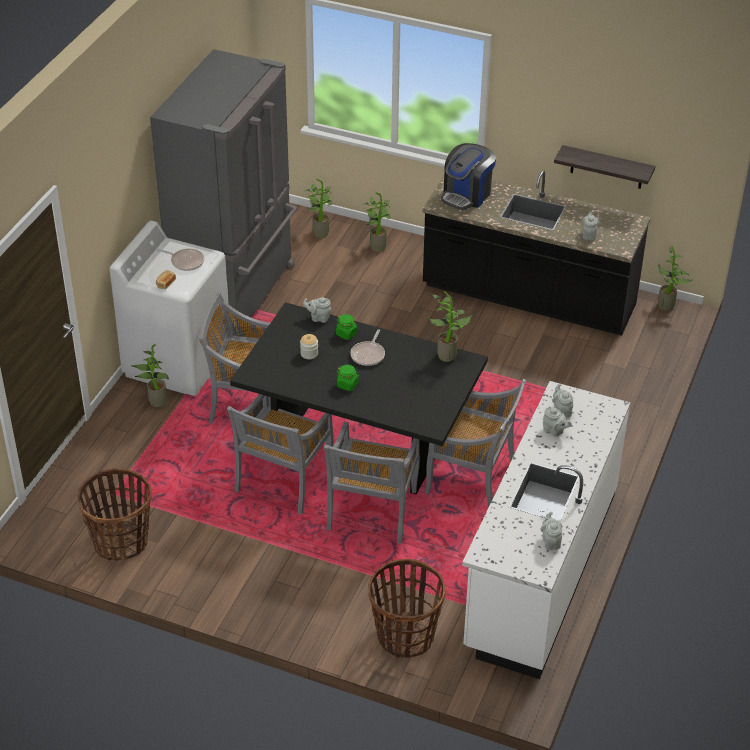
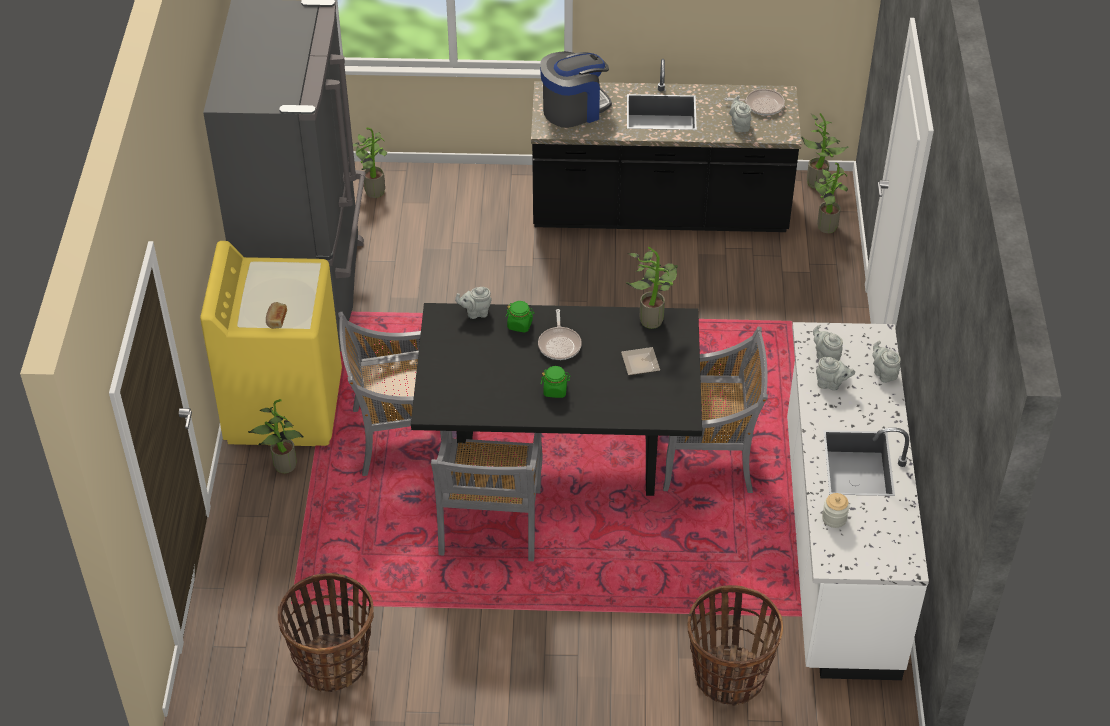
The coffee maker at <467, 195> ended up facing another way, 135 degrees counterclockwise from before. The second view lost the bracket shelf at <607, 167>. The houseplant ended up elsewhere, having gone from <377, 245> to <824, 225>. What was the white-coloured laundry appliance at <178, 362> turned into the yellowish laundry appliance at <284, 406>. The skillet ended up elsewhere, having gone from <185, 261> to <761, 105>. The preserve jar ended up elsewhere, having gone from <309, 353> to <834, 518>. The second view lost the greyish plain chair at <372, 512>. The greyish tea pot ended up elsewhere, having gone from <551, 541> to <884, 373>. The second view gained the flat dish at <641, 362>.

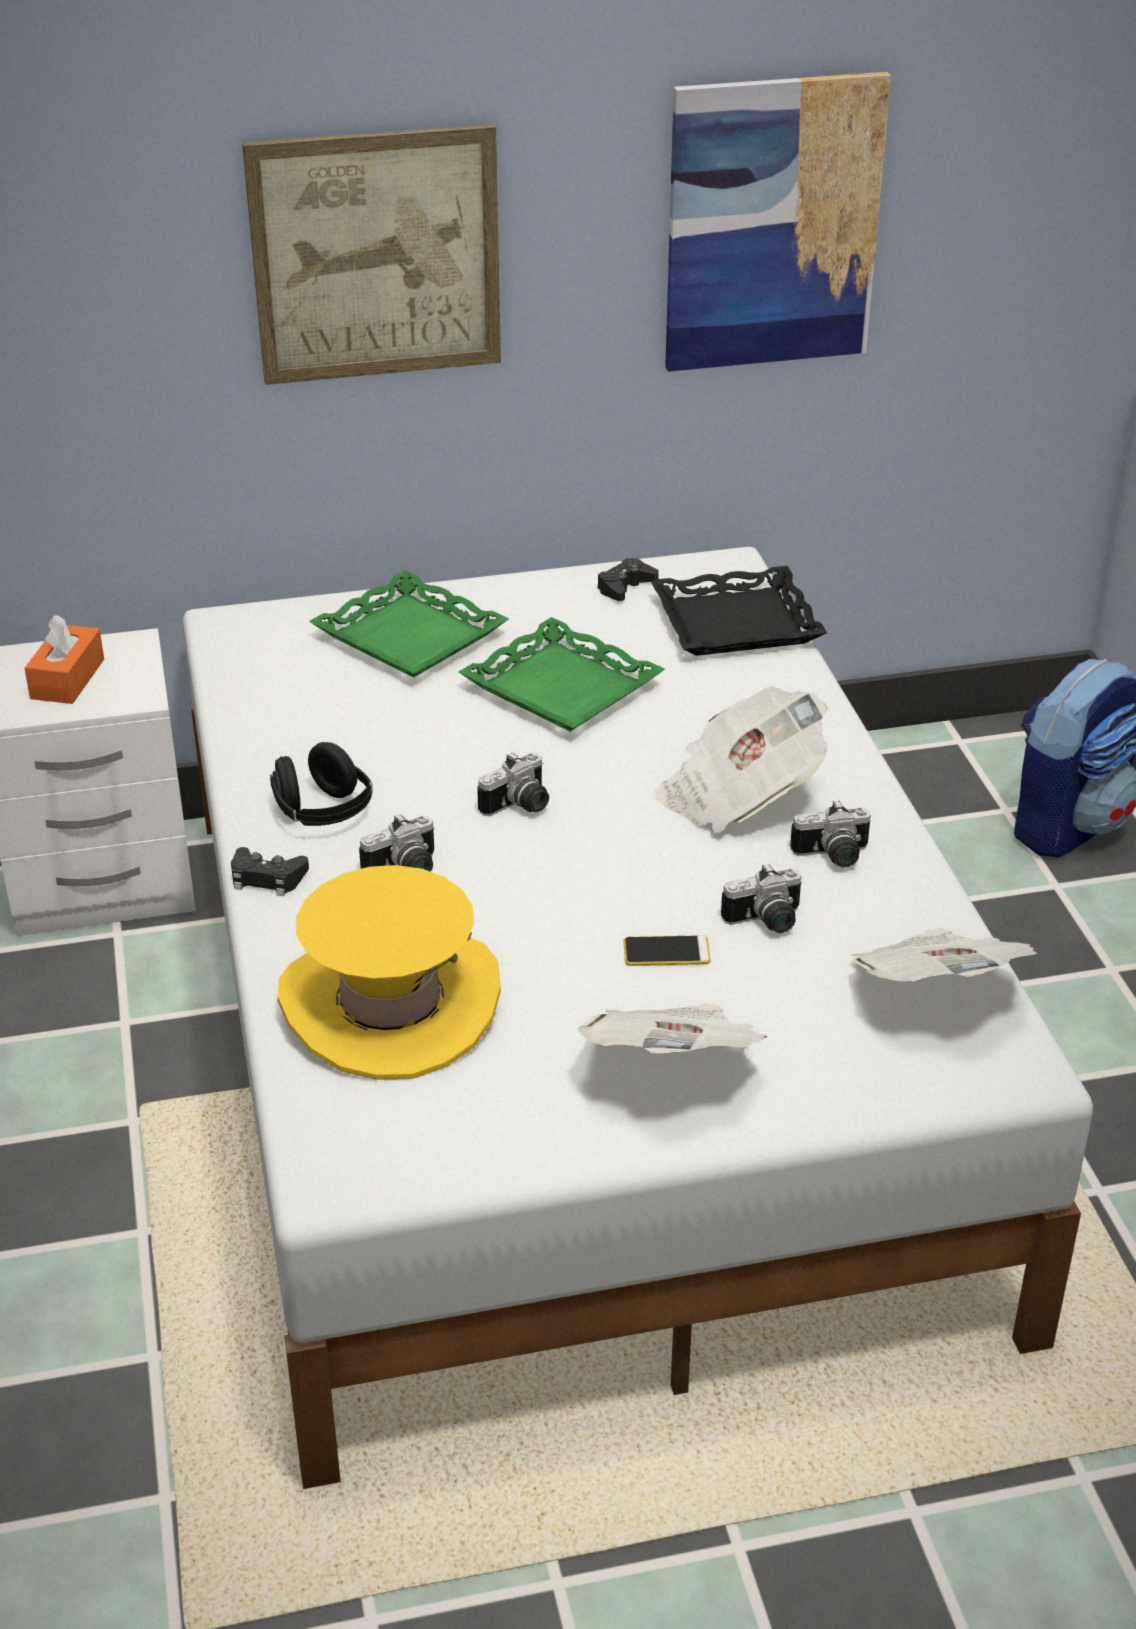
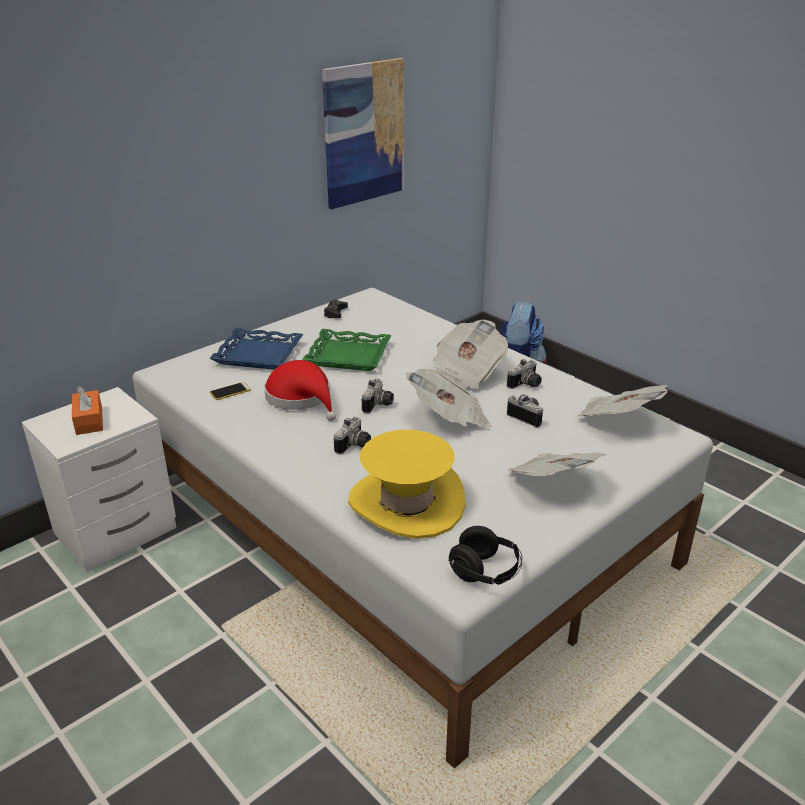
The second view lost the wall picture at <376, 255>. The second view lost the black carrying tray at <736, 622>. What was the green-coloured carrying tray at <411, 636> turned into the blue carrying tray at <259, 354>. The black pair of headphones ended up elsewhere, having gone from <323, 813> to <485, 572>. The second view lost the black joypad at <267, 878>. The photo camera at <766, 922> ended up facing another way, 90 degrees counterclockwise from before. The phone ended up elsewhere, having gone from <666, 952> to <230, 391>. The second view gained the red-coloured wearable hat at <301, 397>. The second view gained the printed paper at <449, 418>.

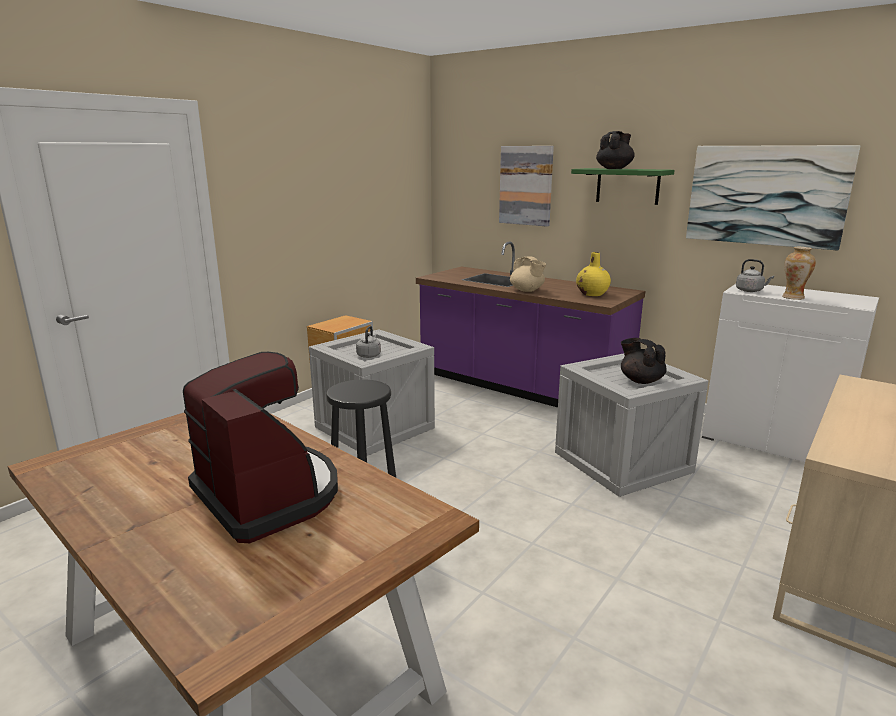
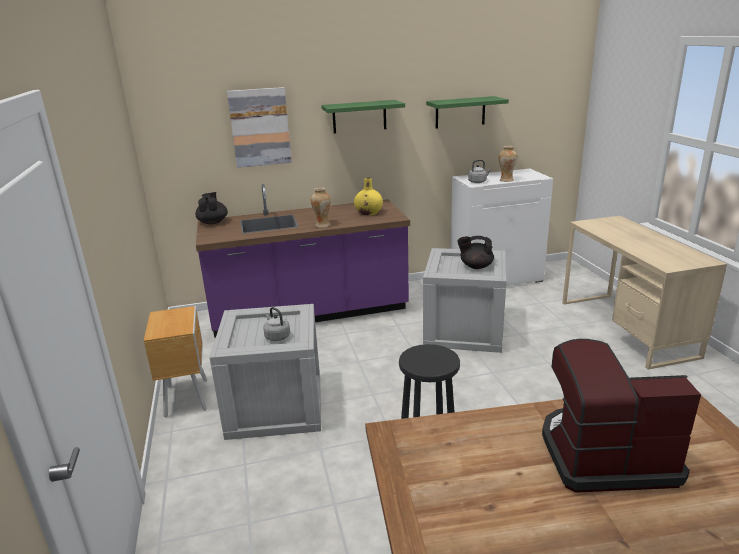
The black tea pot ended up elsewhere, having gone from <614, 168> to <213, 222>. Where the wall picture hung at <766, 195>, the green-coloured bracket shelf came to hang at <460, 112>. Where the beige-coloured tea pot stood at <527, 290>, the flower vase came to stand at <322, 225>.

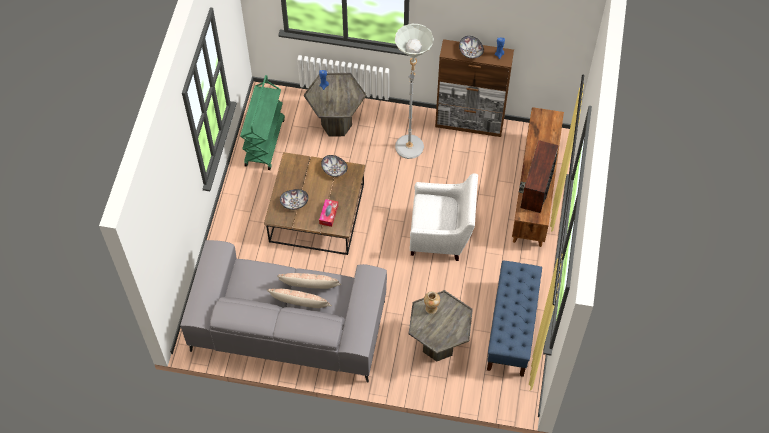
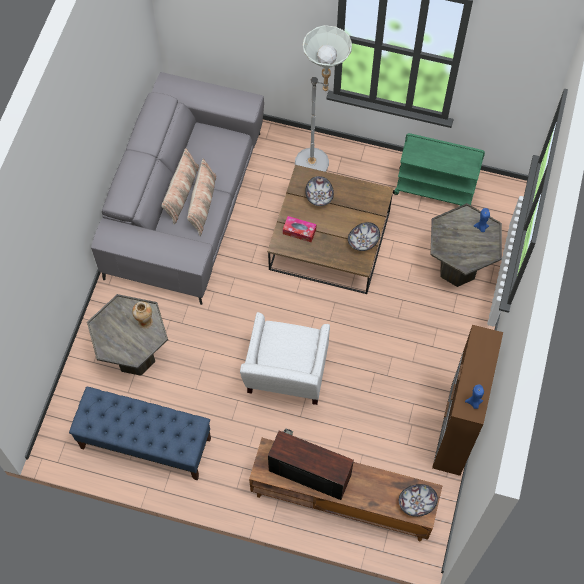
The greyish floor lamp ended up elsewhere, having gone from <410, 142> to <319, 165>. The serving bowl ended up elsewhere, having gone from <470, 52> to <416, 502>.

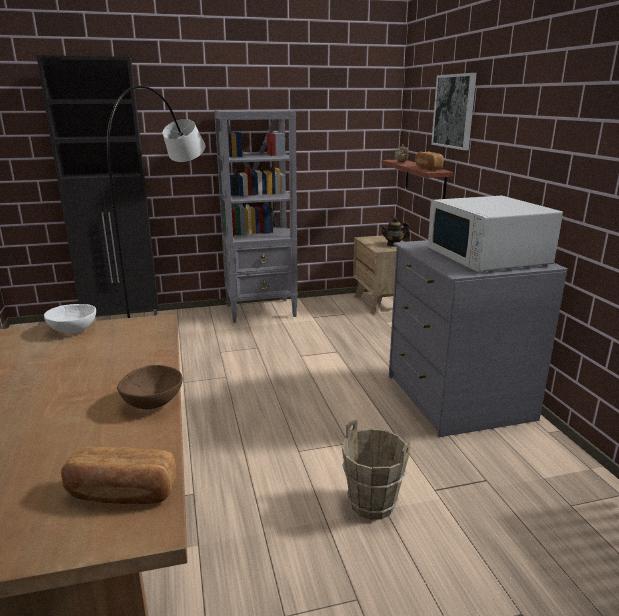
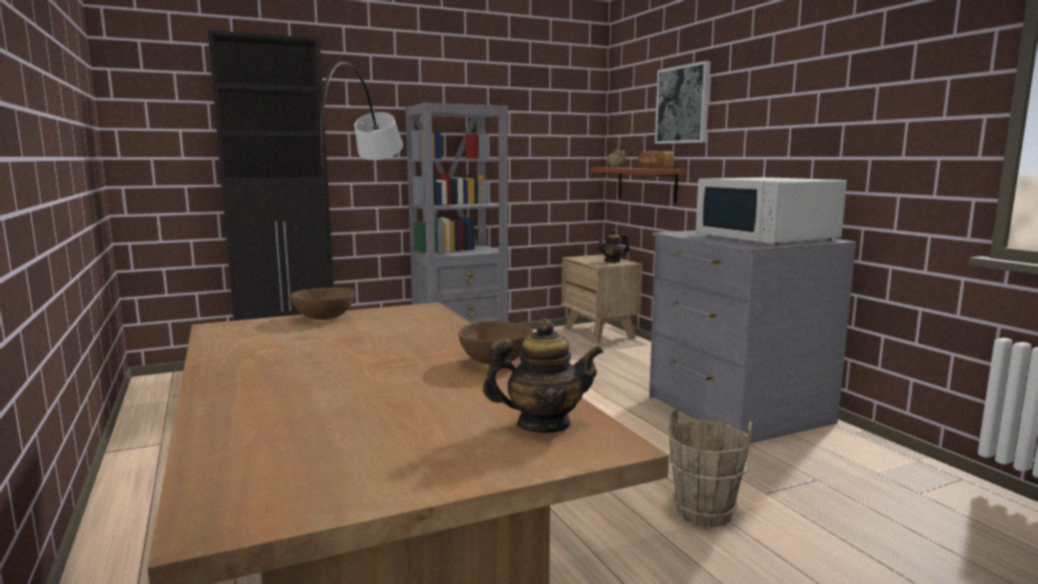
What was the white-coloured serving bowl at <72, 330> turned into the brown-coloured serving bowl at <323, 318>. Where the bread stood at <121, 494>, the tea pot came to stand at <543, 424>.

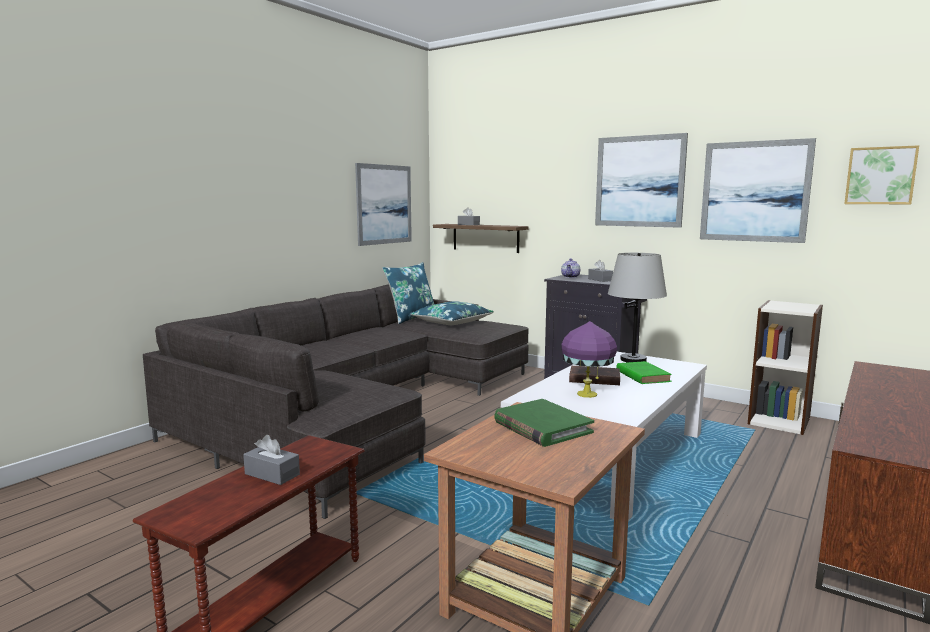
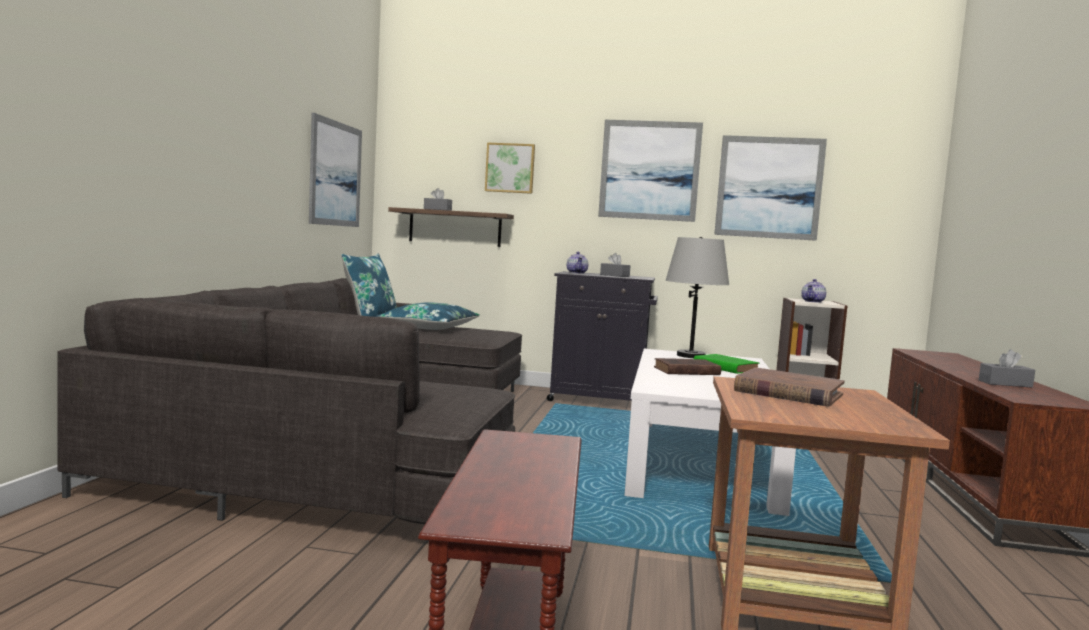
The wall picture ended up elsewhere, having gone from <880, 176> to <510, 168>. The second view lost the purple-coloured table lamp at <587, 394>. What was the green-coloured bound book at <542, 427> turned into the brown-coloured bound book at <788, 393>. The greyish tissue box ended up elsewhere, having gone from <272, 474> to <1005, 384>. The second view gained the tea pot at <813, 301>.

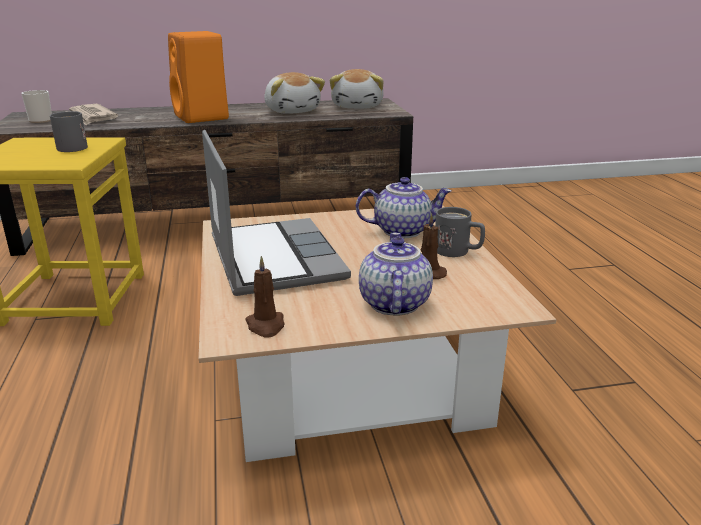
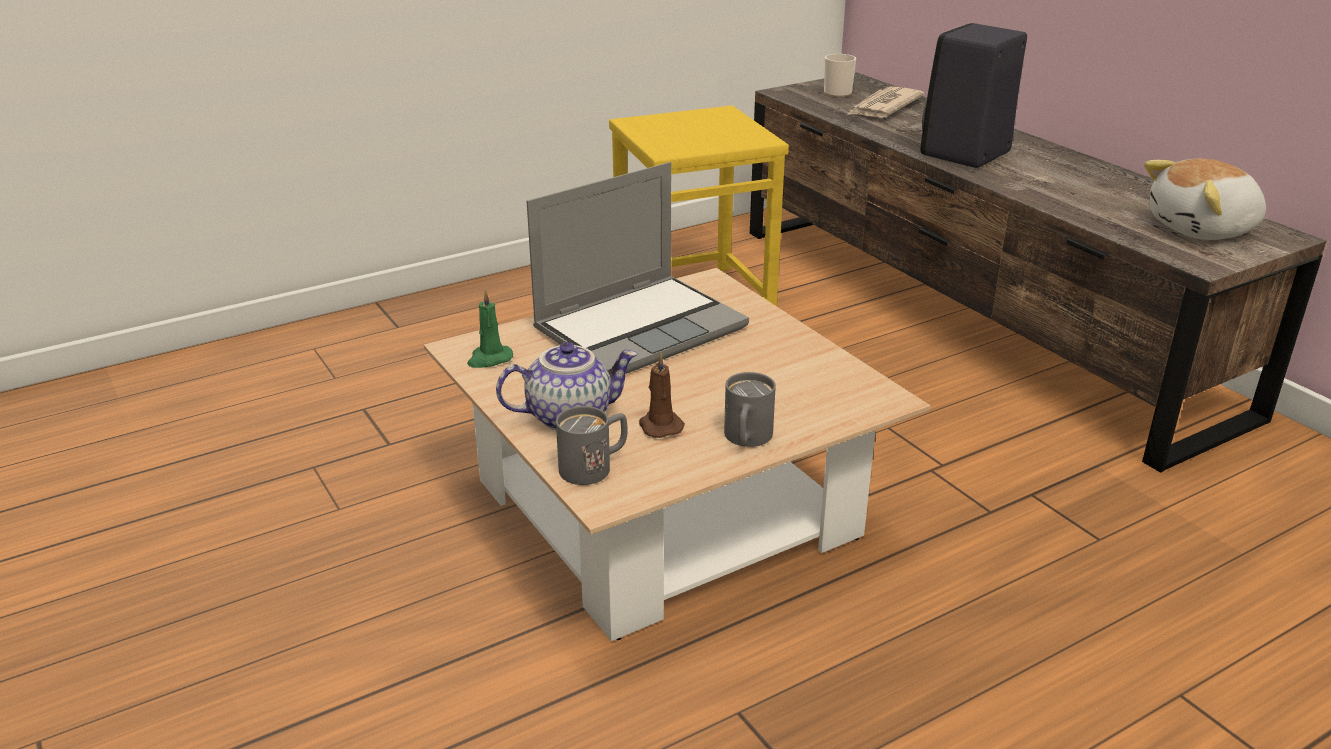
What was the orange-coloured speaker at <202, 117> turned into the black speaker at <964, 154>. The second view lost the plush toy at <292, 111>. The greyish tea mug ended up elsewhere, having gone from <73, 146> to <595, 466>. The second view lost the tea pot at <402, 230>. What was the brown-coloured wax light at <266, 326> turned into the green-coloured wax light at <489, 359>.

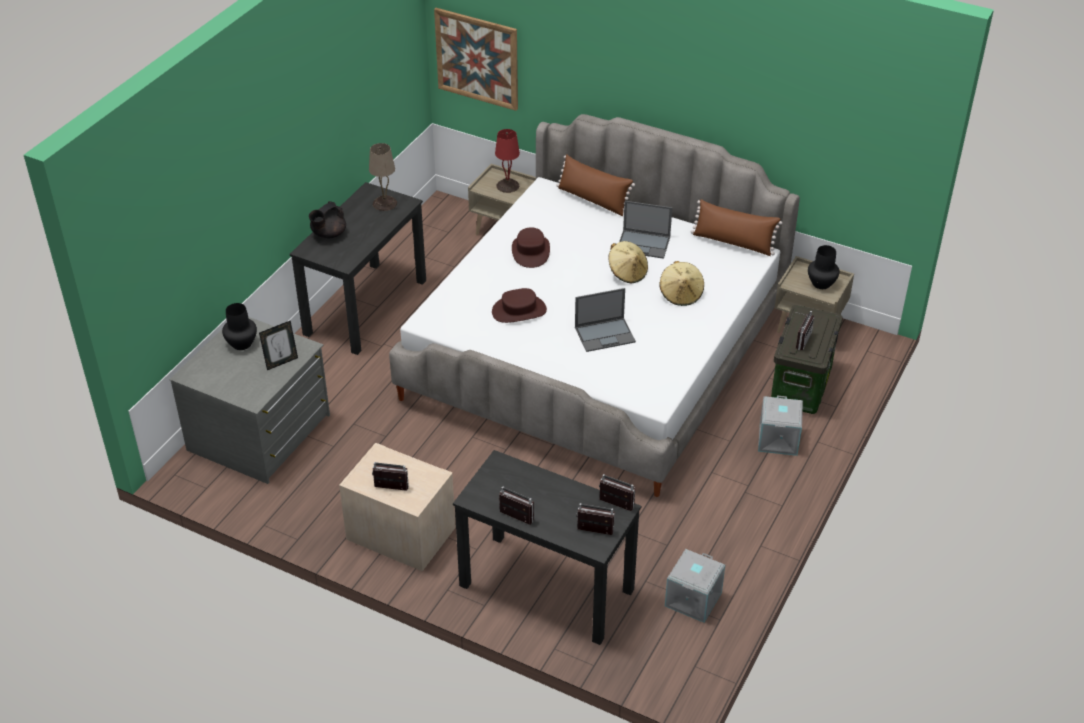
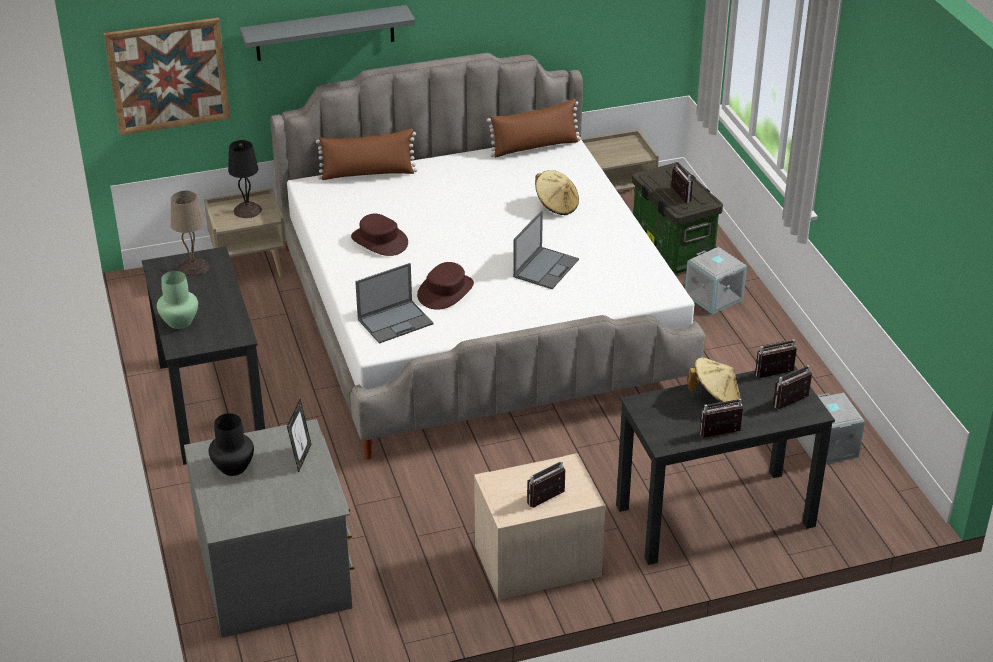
What was the red-coloured table lamp at <508, 185> turned into the black table lamp at <247, 210>. Where the black tea pot stood at <328, 234>, the green-coloured flower vase came to stand at <179, 322>. The notebook computer ended up elsewhere, having gone from <644, 244> to <396, 321>. The beige-coloured wearable hat ended up elsewhere, having gone from <627, 273> to <715, 396>. The second view lost the black flower vase at <821, 283>. The second view gained the greyish bracket shelf at <325, 33>.

